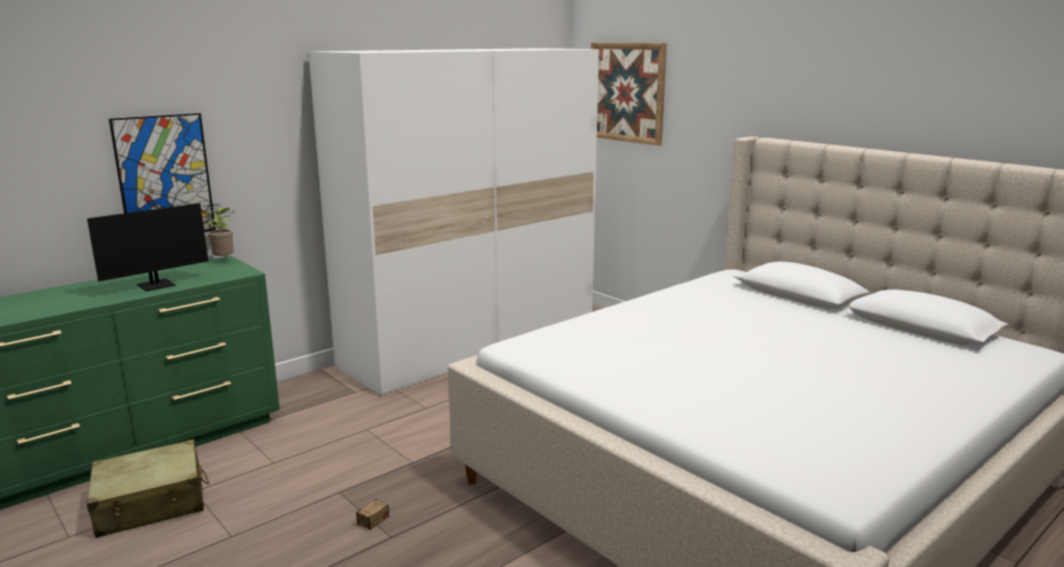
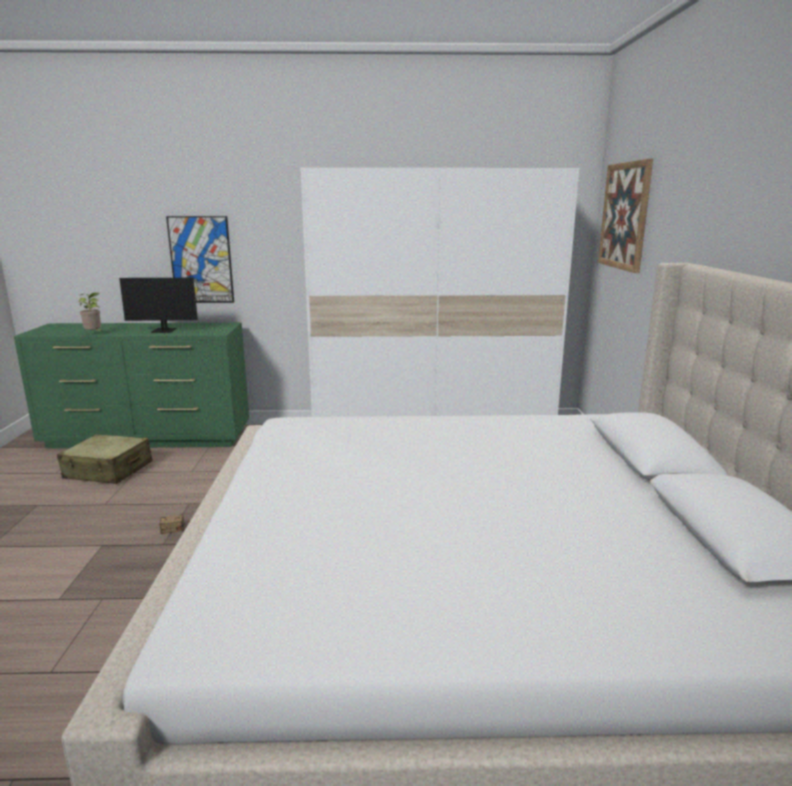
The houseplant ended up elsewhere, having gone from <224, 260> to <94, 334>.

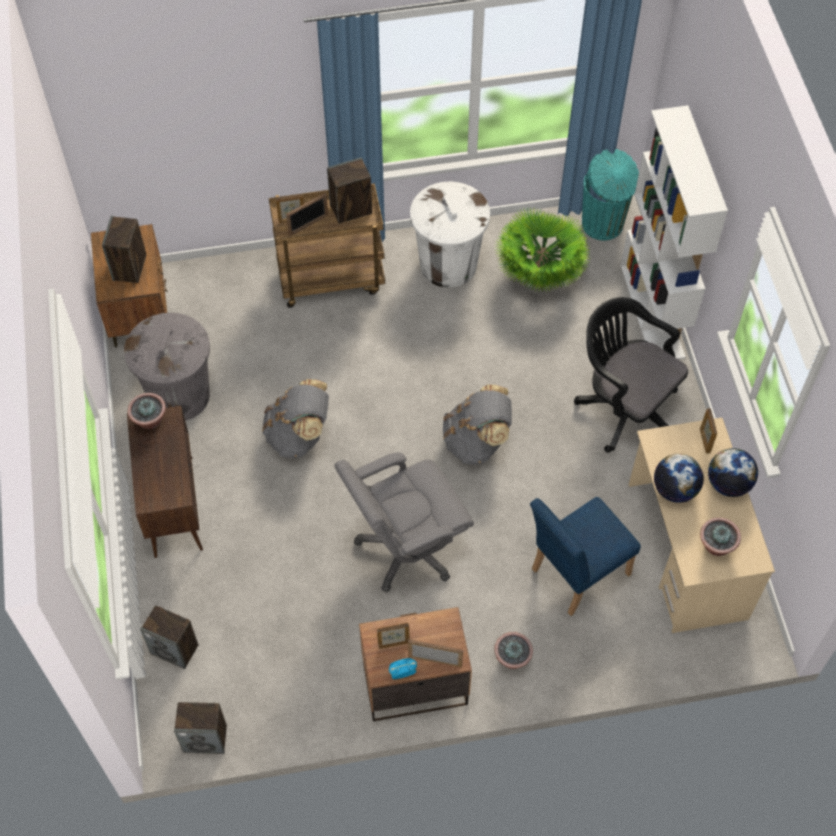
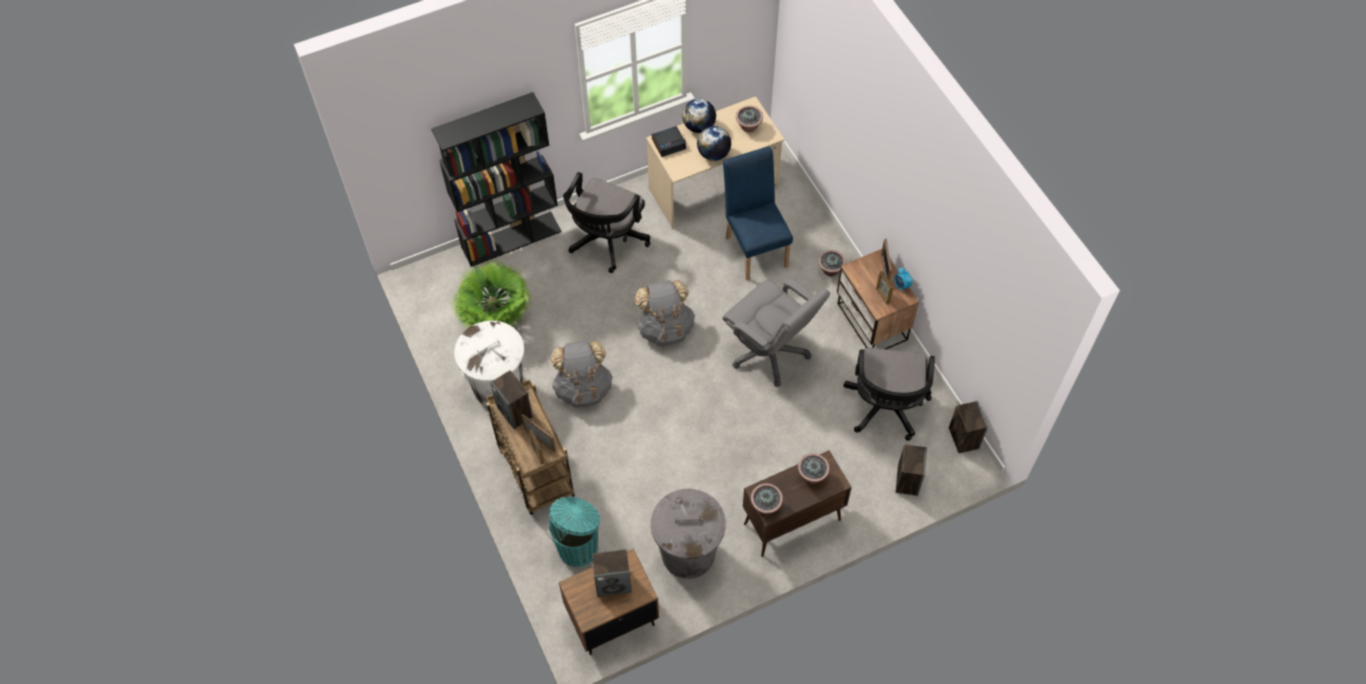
What was the white-coloured bookshelf at <653, 311> turned into the black bookshelf at <511, 238>. The turquoise rubbish bin ended up elsewhere, having gone from <603, 225> to <578, 547>. The greyish knapsack ended up elsewhere, having gone from <299, 436> to <583, 388>. Where the photo frame stood at <704, 441>, the alarm clock came to stand at <669, 143>. The blue plain chair at <574, 575> ended up facing another way, 150 degrees counterclockwise from before. The second view gained the black desk chair at <885, 409>. The second view gained the houseplant at <812, 475>.

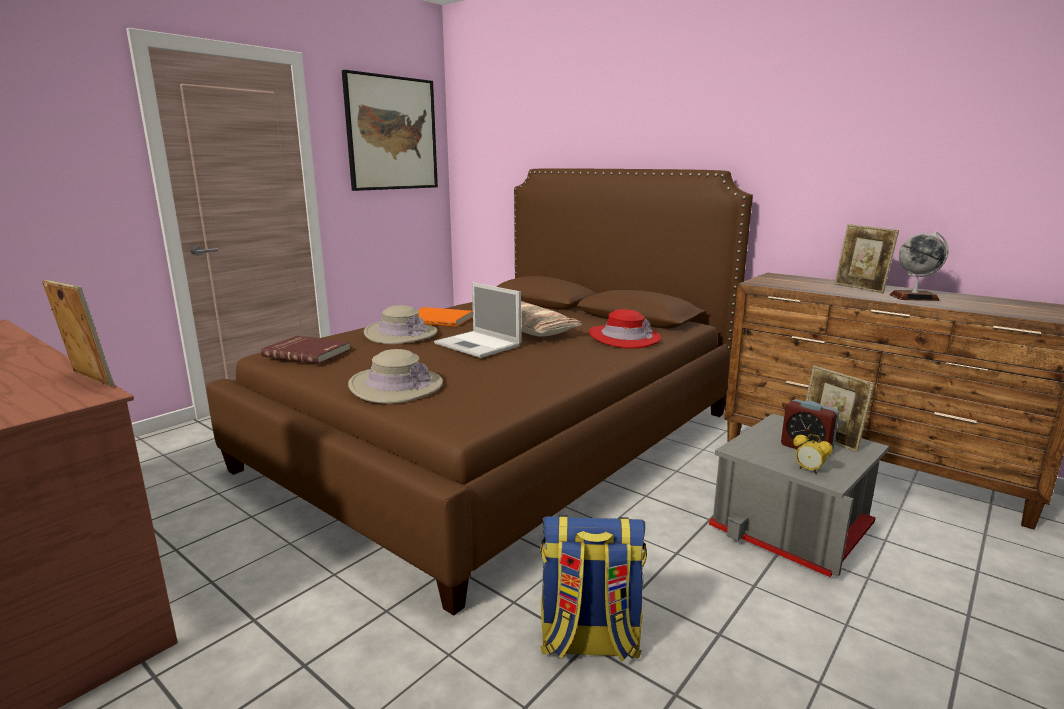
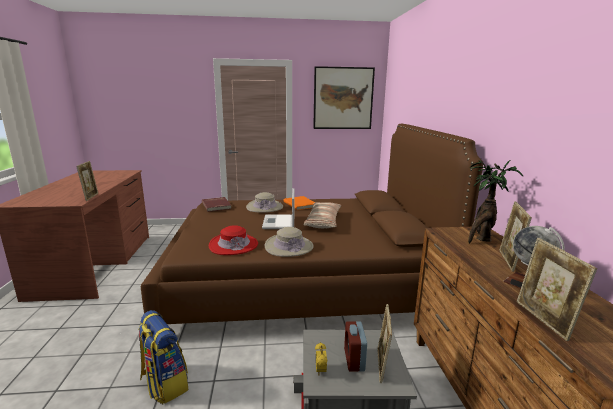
The red-coloured wearable hat ended up elsewhere, having gone from <624, 338> to <233, 245>. The beige-coloured wearable hat ended up elsewhere, having gone from <396, 386> to <289, 246>. The second view gained the houseplant at <481, 238>. The second view gained the photo frame at <543, 320>.

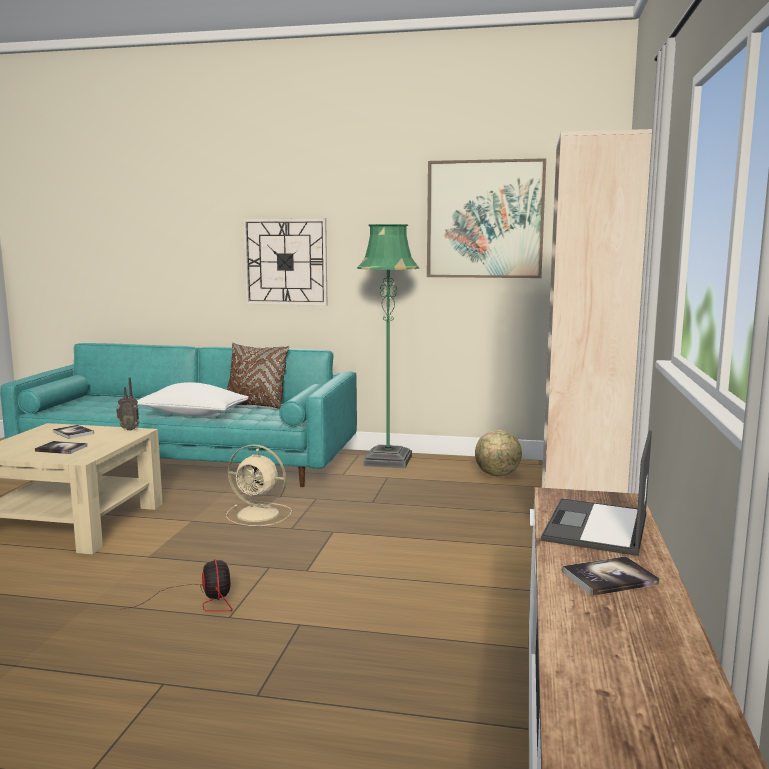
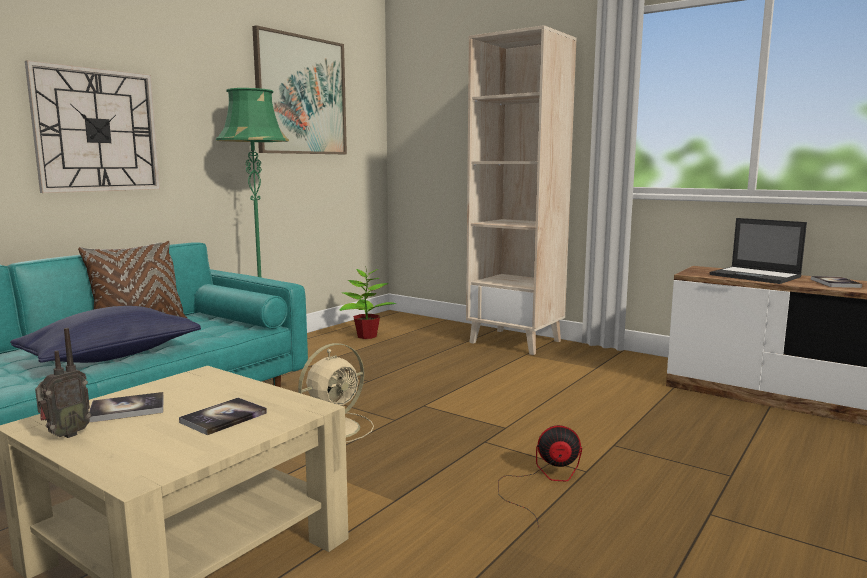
The radio set ended up elsewhere, having gone from <129, 429> to <65, 435>. What was the white-coloured throw pillow at <193, 414> turned into the blue throw pillow at <112, 356>. Where the desk globe stood at <497, 475>, the houseplant came to stand at <366, 336>.

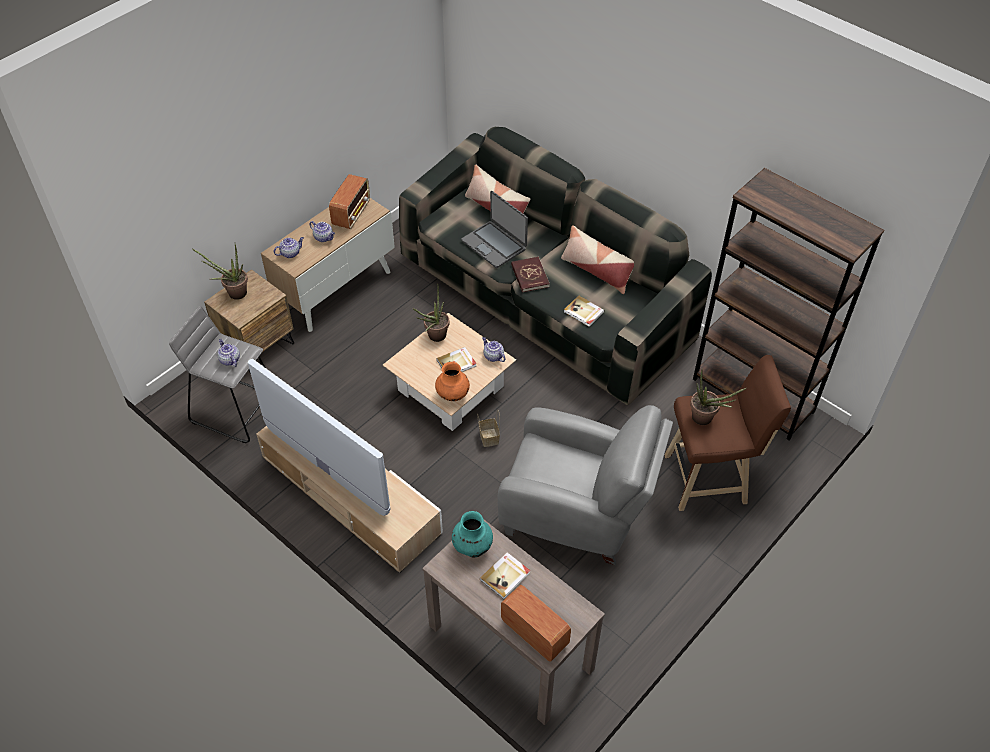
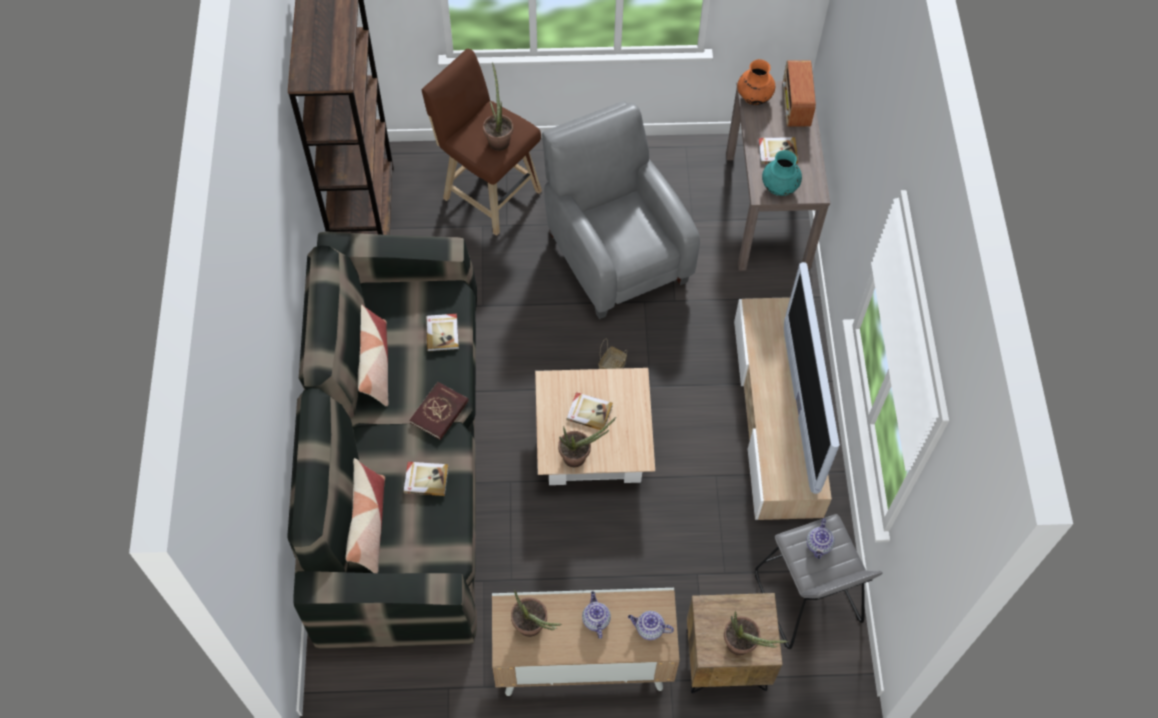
Where the radio set stood at <352, 213>, the houseplant came to stand at <534, 629>. Where the notebook computer stood at <494, 244>, the bound book came to stand at <426, 479>. The second view lost the tea pot at <493, 356>. The orange-coloured flower vase ended up elsewhere, having gone from <453, 395> to <754, 97>.

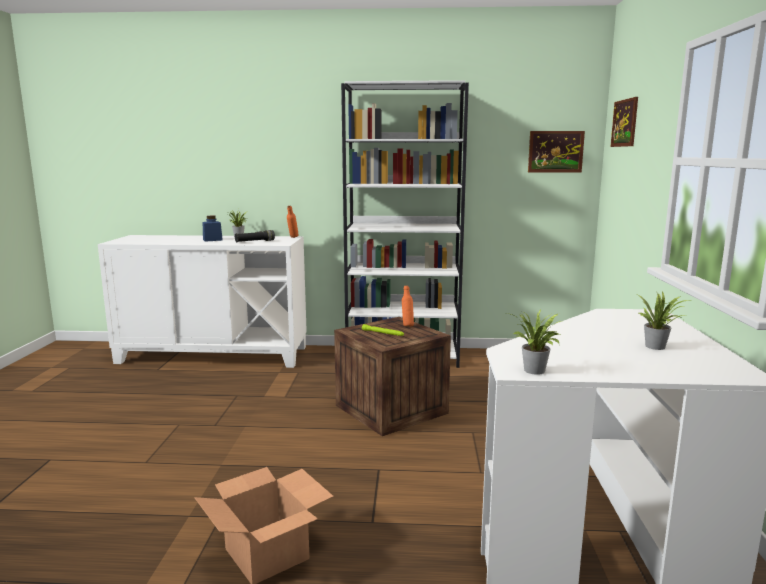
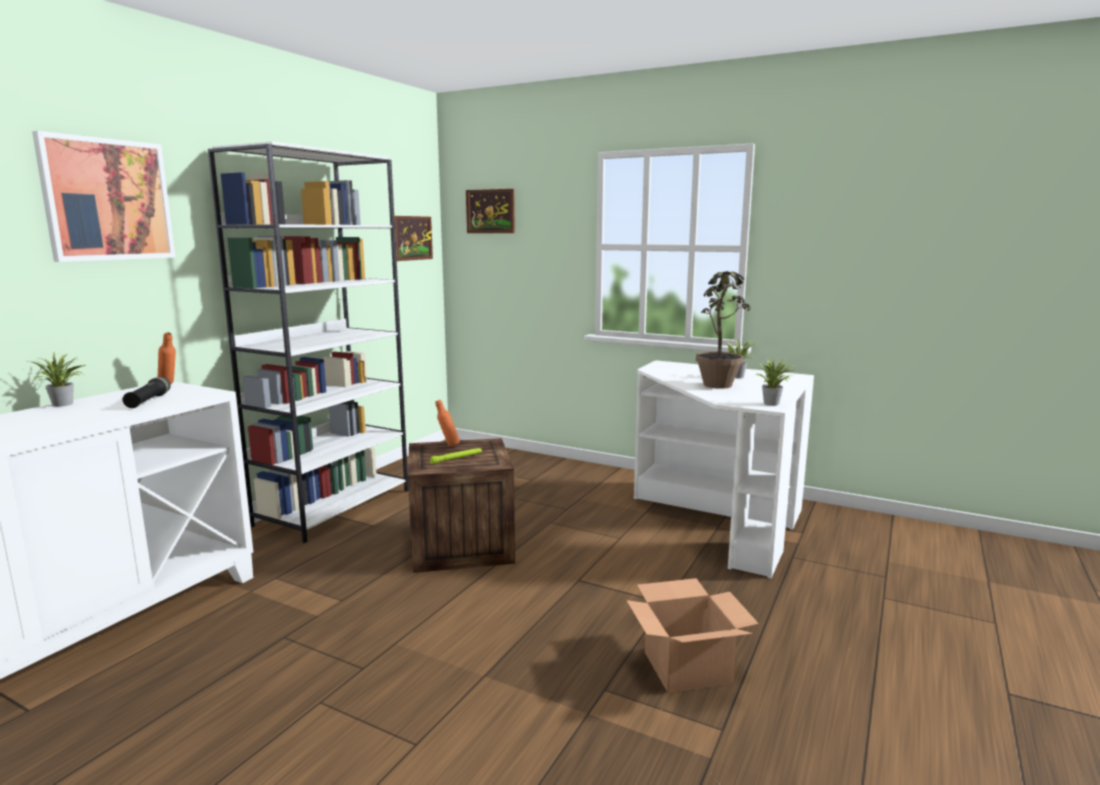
The second view lost the blue preserve jar at <212, 240>. The second view gained the wall picture at <107, 200>. The second view gained the houseplant at <718, 387>.

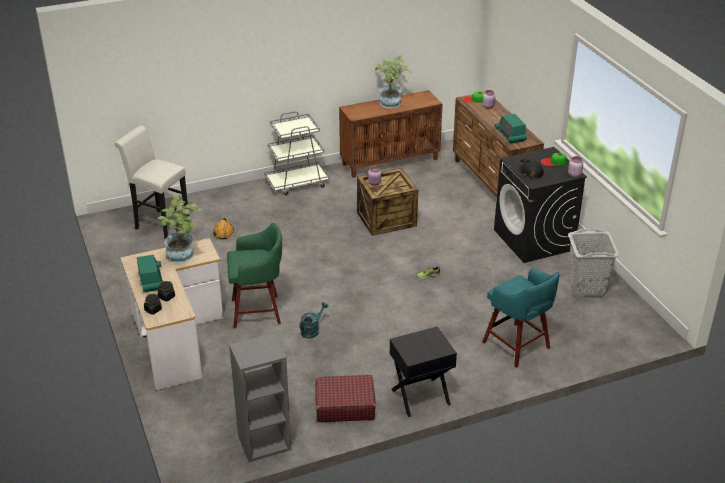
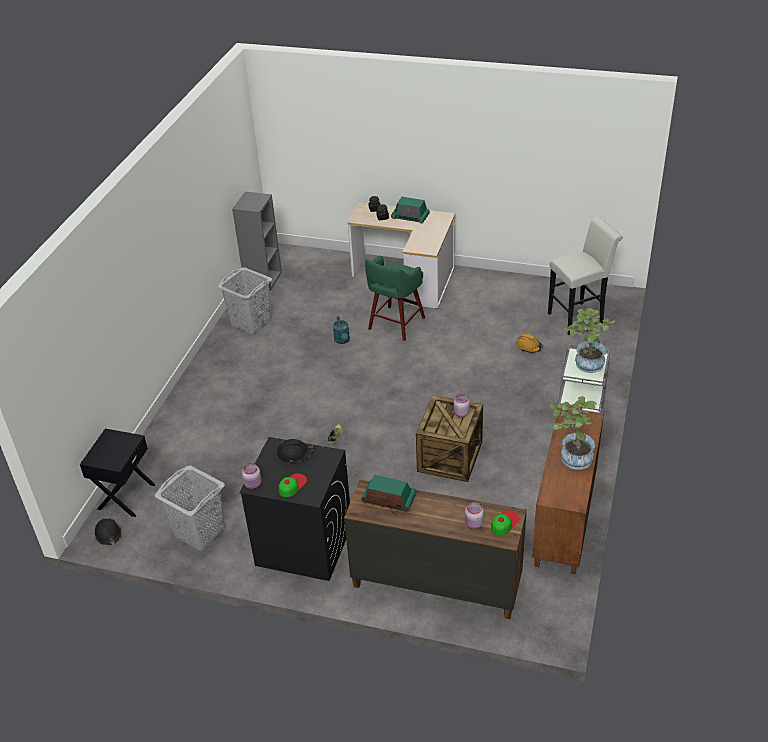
The houseplant ended up elsewhere, having gone from <184, 256> to <585, 365>. The second view lost the turquoise stool seat at <517, 346>. The black bedside table ended up elsewhere, having gone from <421, 397> to <125, 496>. Where the red-coloured suitcase stood at <344, 406>, the greyish laundry basket came to stand at <251, 322>. The second view gained the black work helmet at <108, 535>.

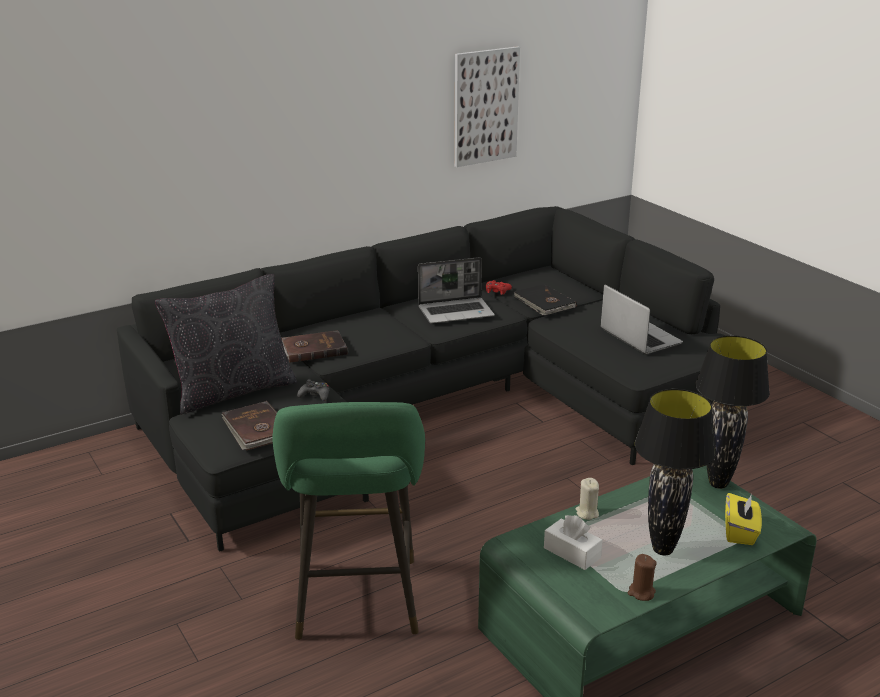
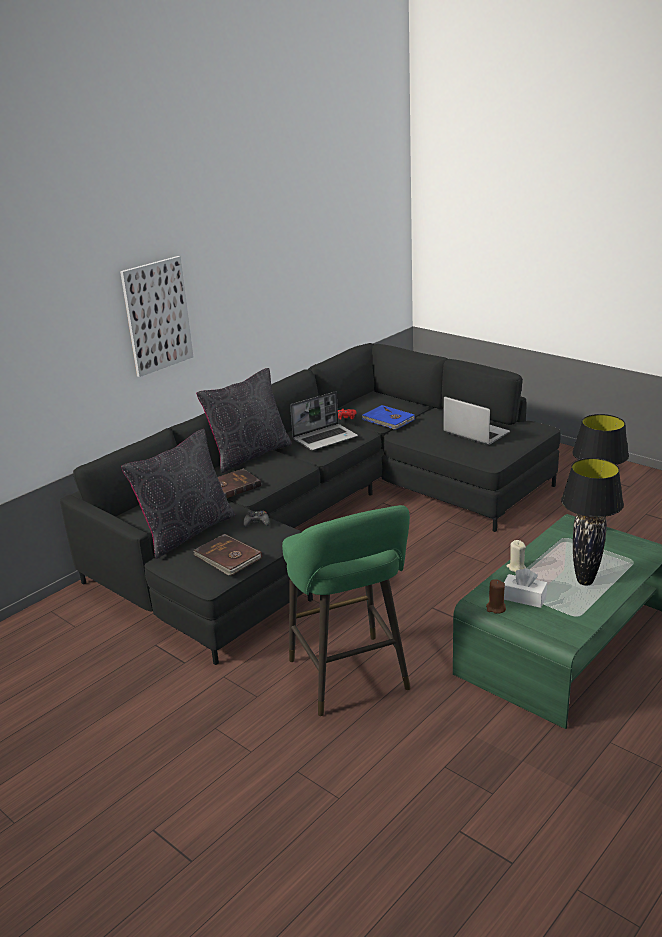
The wall picture ended up elsewhere, having gone from <485, 106> to <157, 316>. What was the black bound book at <544, 303> turned into the blue bound book at <388, 420>. The second view lost the yellowish tissue box at <740, 532>. The brown-coloured wax light ended up elsewhere, having gone from <641, 592> to <495, 608>. The second view gained the black throw pillow at <249, 454>.

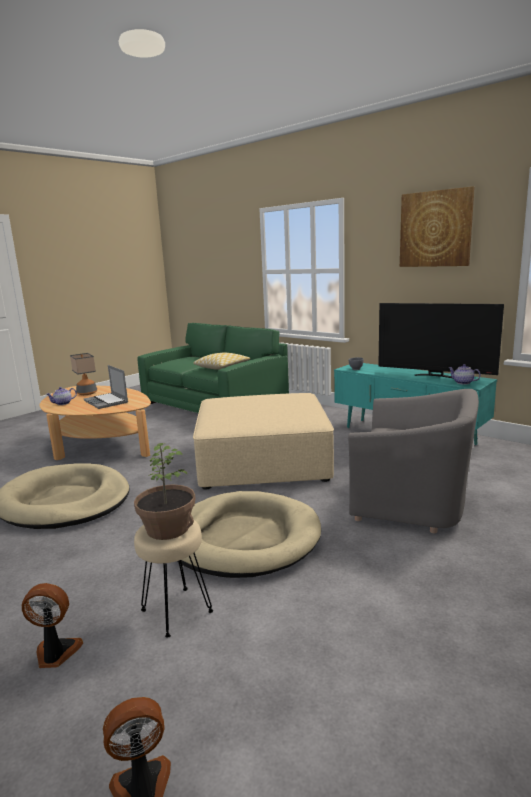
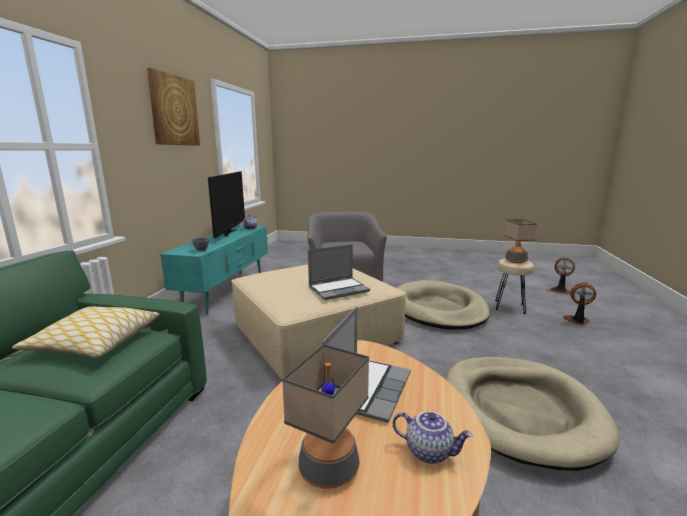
Where the houseplant stood at <167, 528>, the table lamp came to stand at <516, 261>. The cooling fan at <56, 654> ended up facing another way, 135 degrees clockwise from before. The second view gained the notebook computer at <339, 289>.

